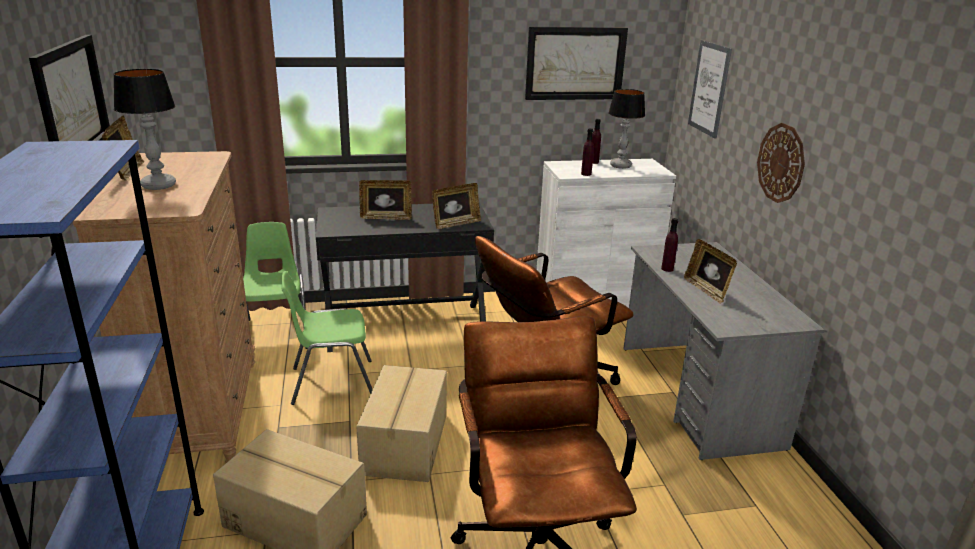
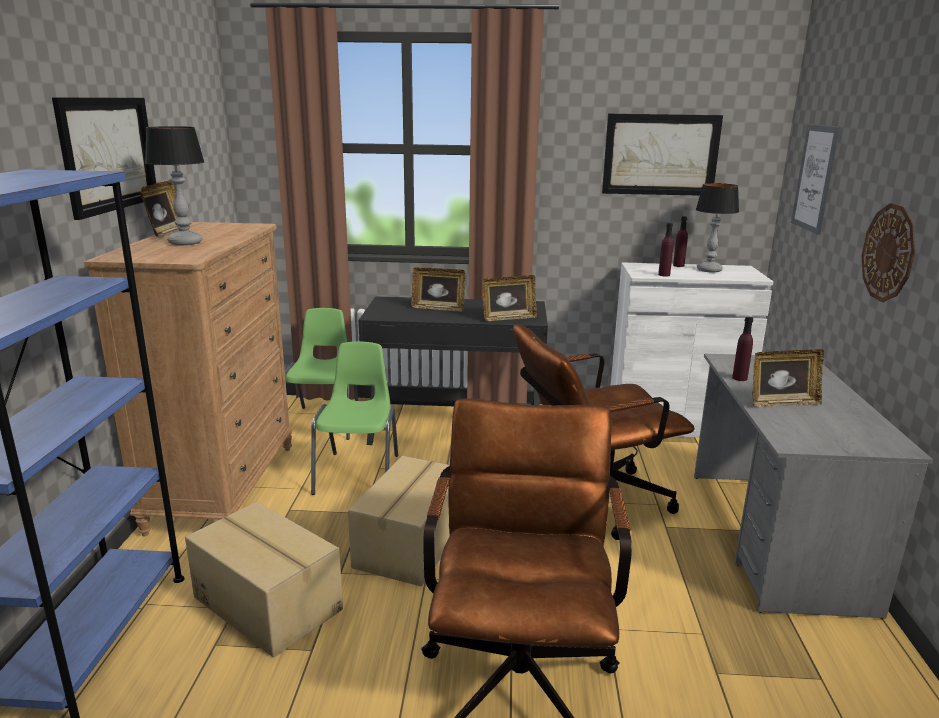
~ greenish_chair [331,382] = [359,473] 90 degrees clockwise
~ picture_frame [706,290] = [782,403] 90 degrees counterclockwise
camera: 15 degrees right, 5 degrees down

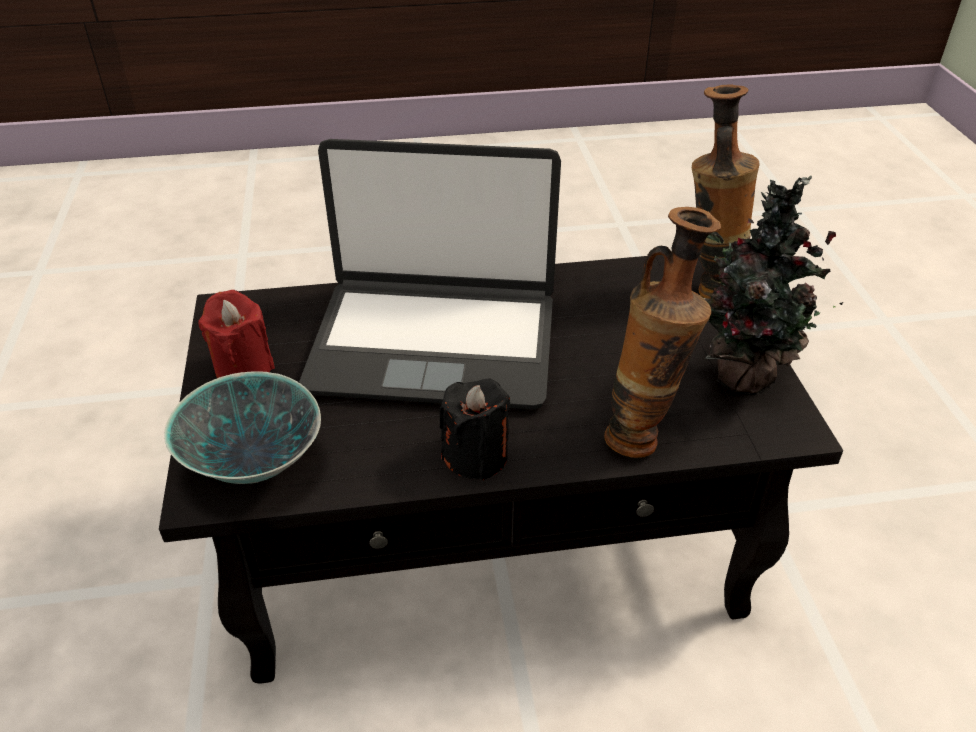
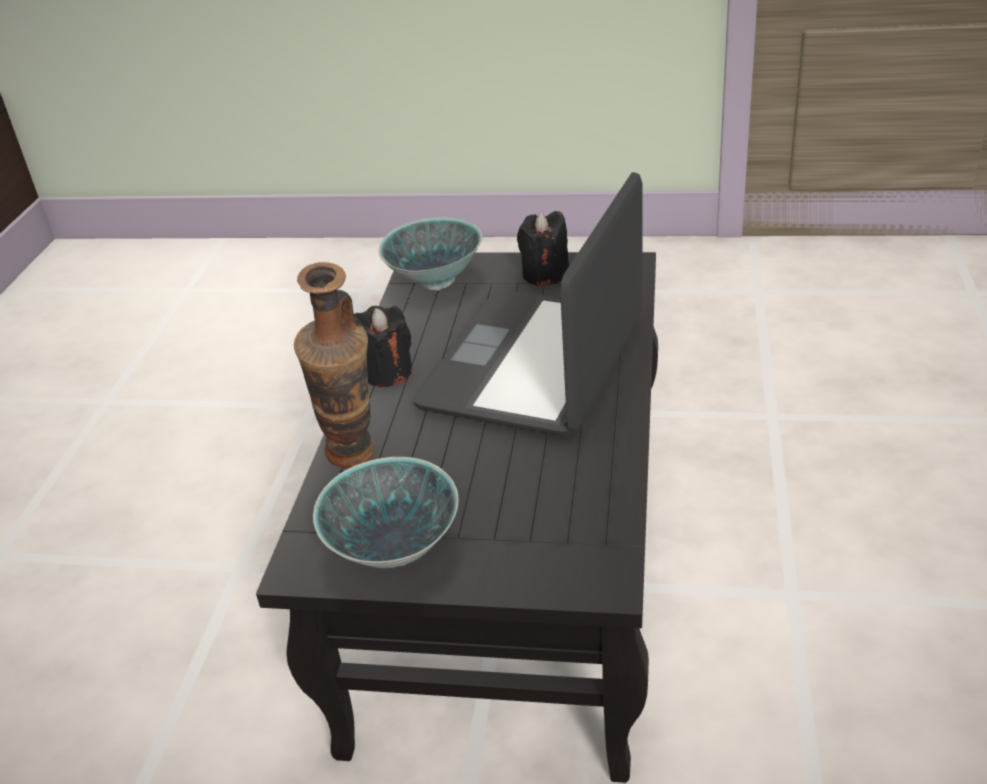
~ reddish_candle [243,367] to black-coloured_candle [545,274]
- flower_vase [706,287]
~ potted_plant [737,376] to deep_dish [394,550]
camera: 110 degrees right, 5 degrees down

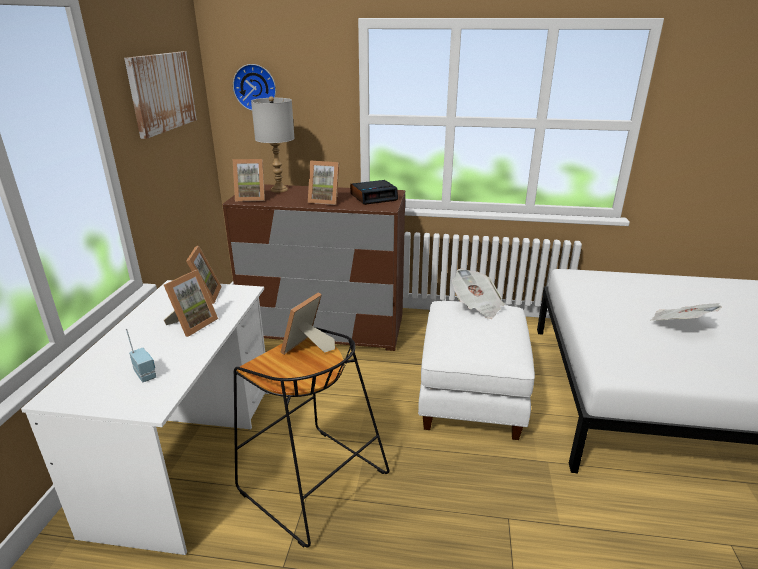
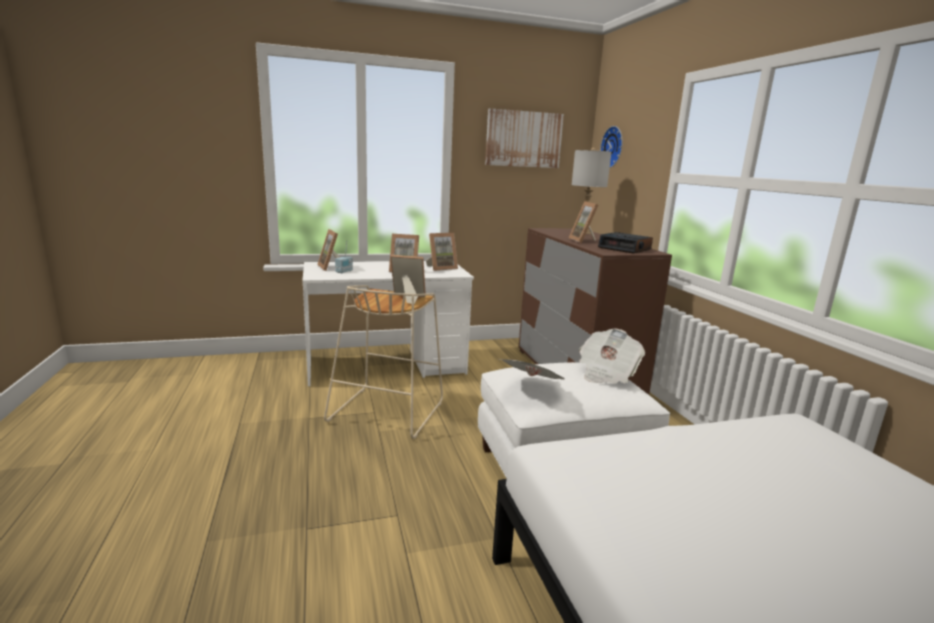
~ picture_frame [251,198] to [331,267]
~ black-coloured_sitting_stool [310,482] to sand-coloured_sitting_stool [386,410]
~ newspaper [679,325] to [532,387]
camera: 65 degrees right, 10 degrees down

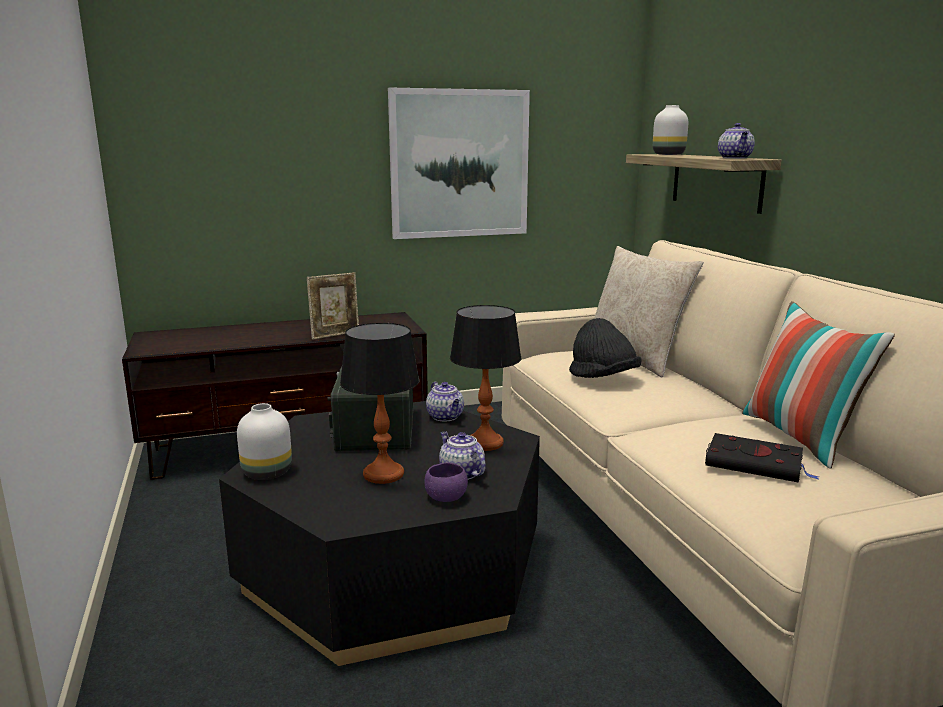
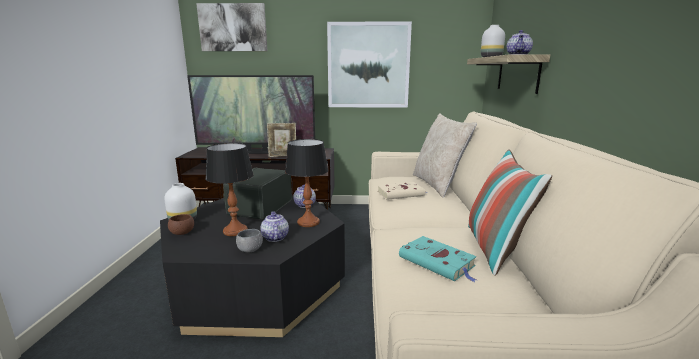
~ purplish_deep_dish [446,498] to gray_deep_dish [250,250]
~ black-coloured_wearable_hat [603,378] to sand-coloured_book [401,193]
~ black-coloured_book [756,464] to turquoise-coloured_book [438,262]
+ brownish_deep_dish [182,233]
+ television [257,152]
+ wall_picture [233,28]
camera: 20 degrees right, 0 degrees up

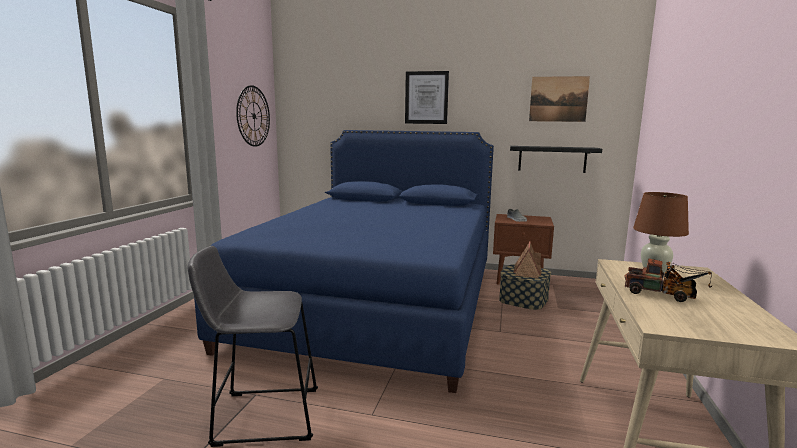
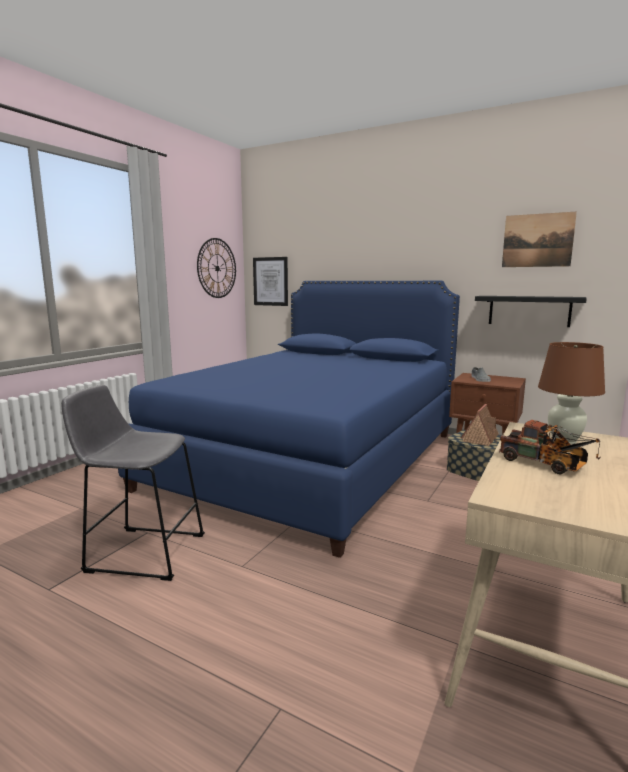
~ wall_picture [426,97] to [270,281]
camera: 15 degrees right, 0 degrees up

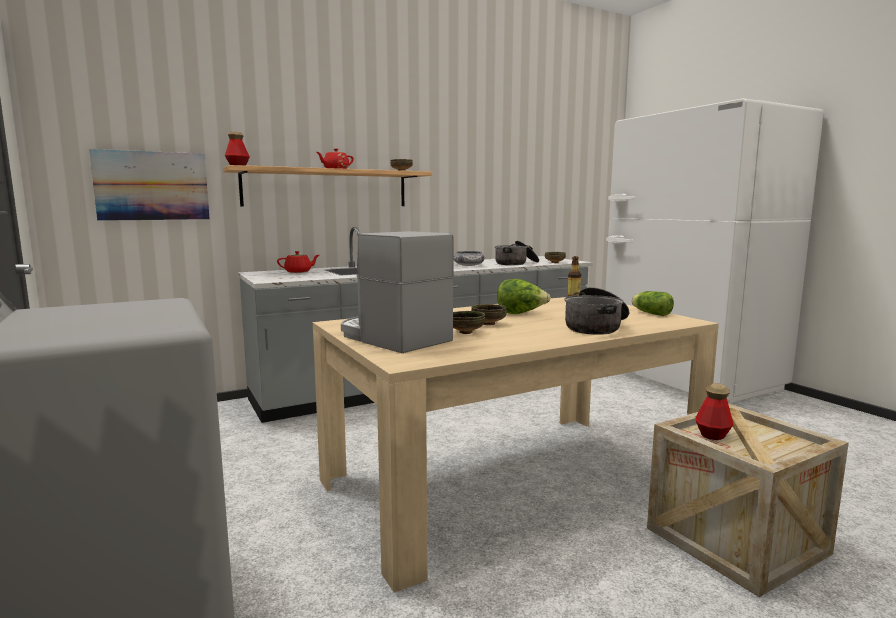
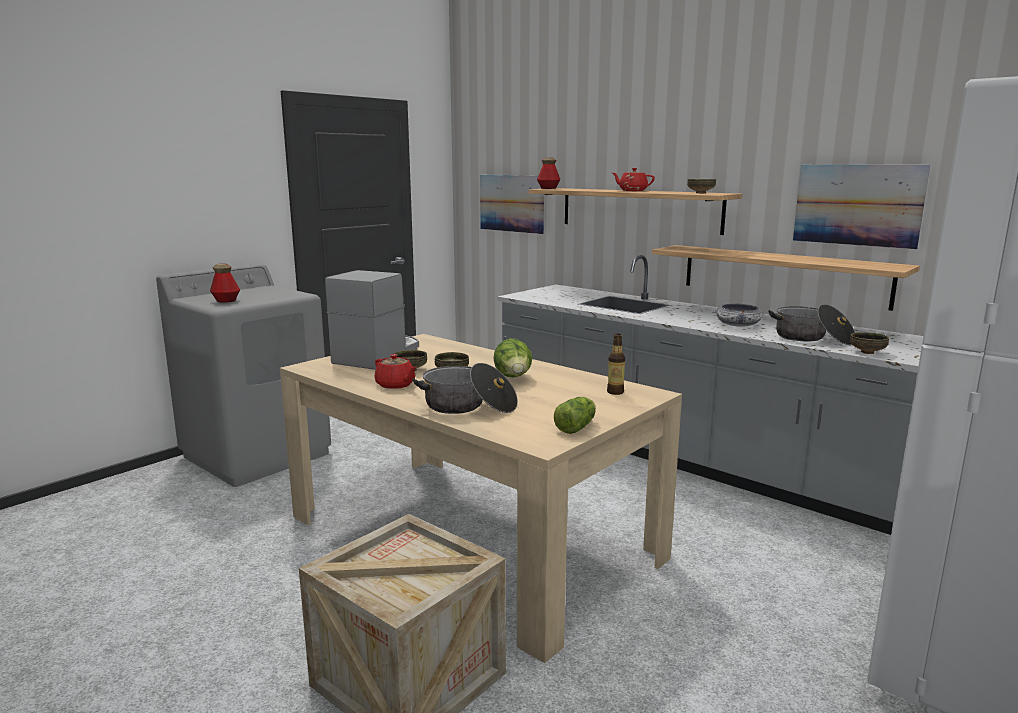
~ reddish_tea_pot [299,272] to [396,385]
~ drink_bottle [712,435] to [226,301]
+ wall_shelf [782,275]
+ wall_picture [857,205]
camera: 70 degrees right, 5 degrees up

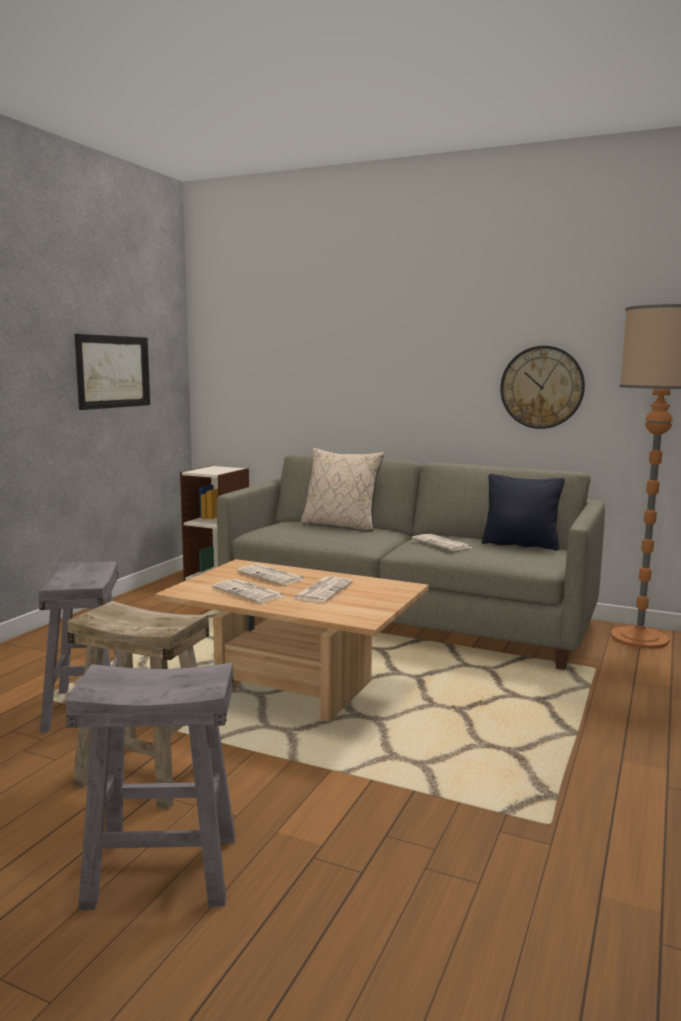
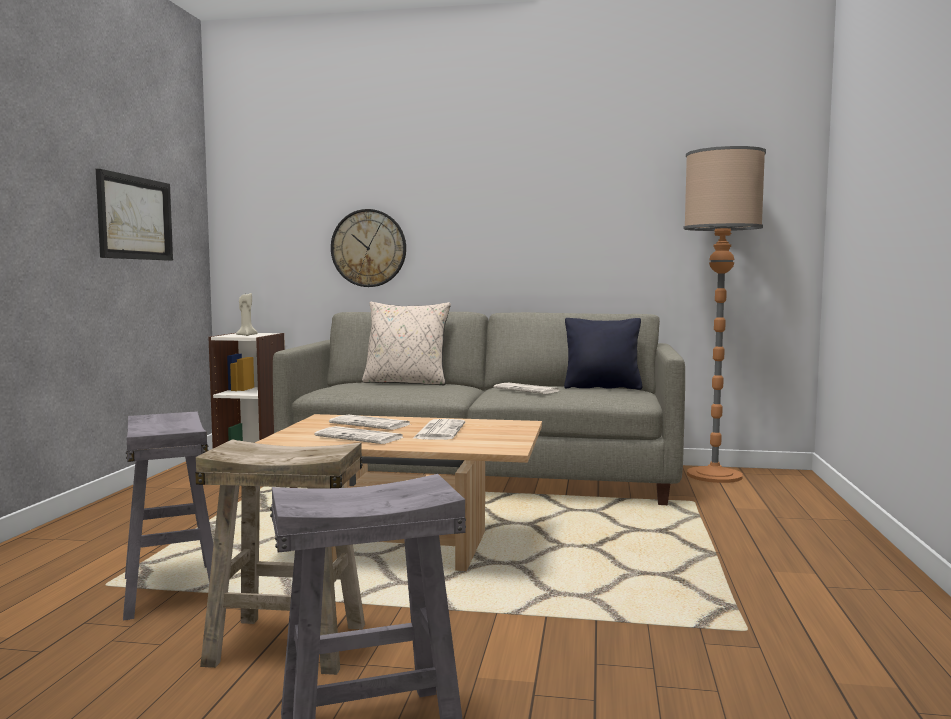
~ hanging_clock [542,387] to [368,248]
+ sand-coloured_candle [246,335]
camera: 15 degrees left, 5 degrees down

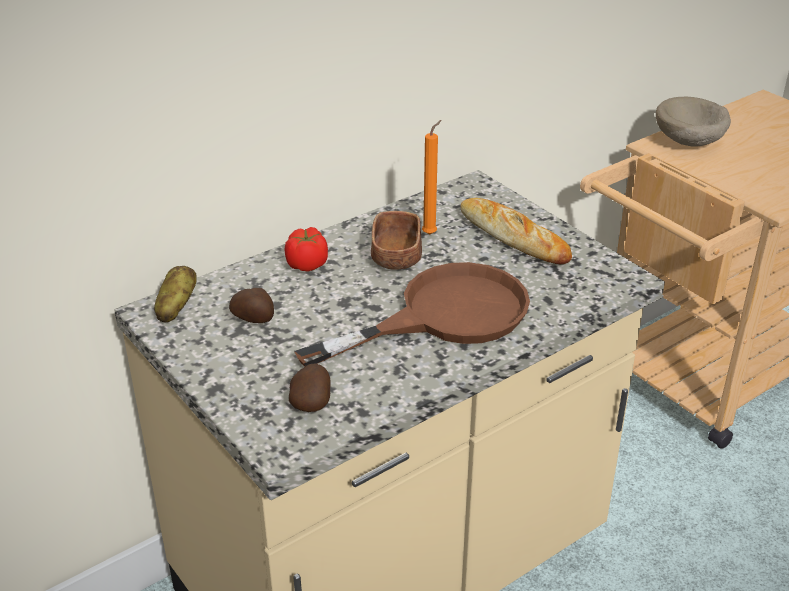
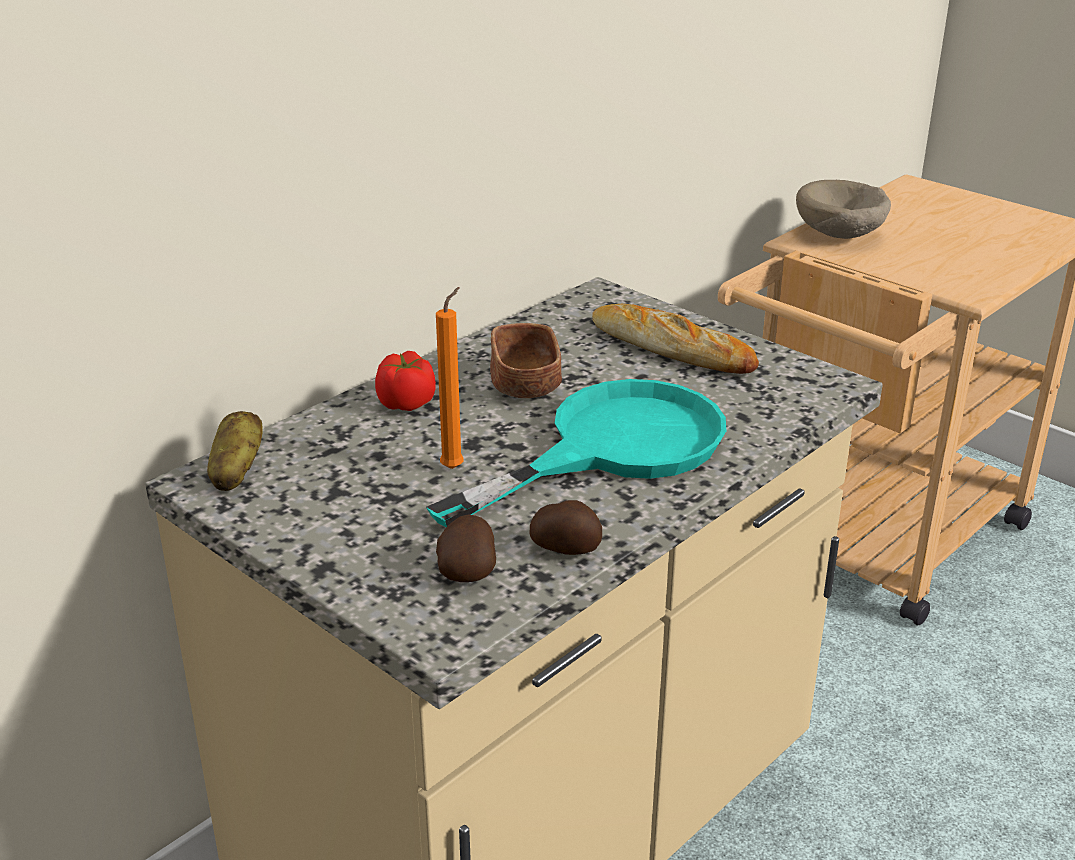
~ whole_potato [254,319] to [566,549]
~ brownish_skillet [443,316] to turquoise-coloured_skillet [613,448]
~ orangey_candle [431,233] to [455,467]
camera: 10 degrees left, 5 degrees down

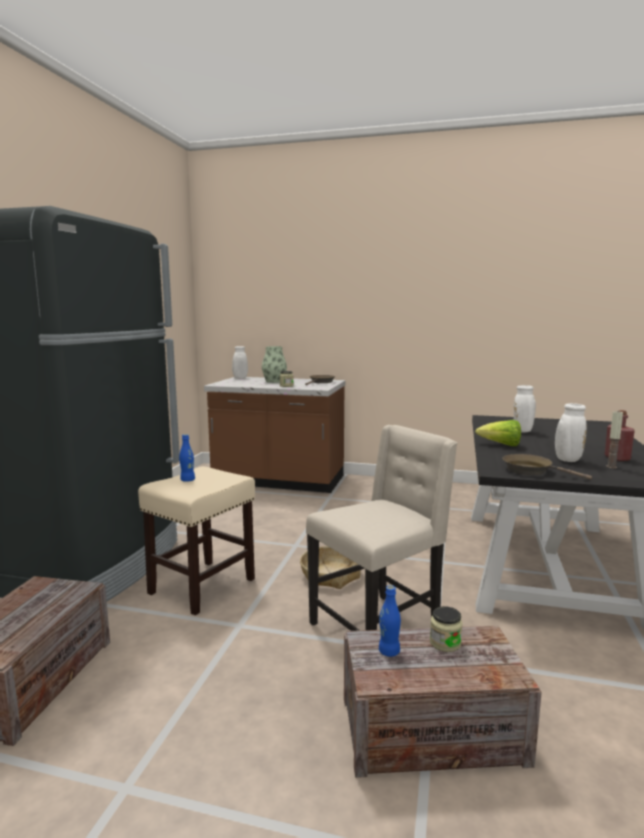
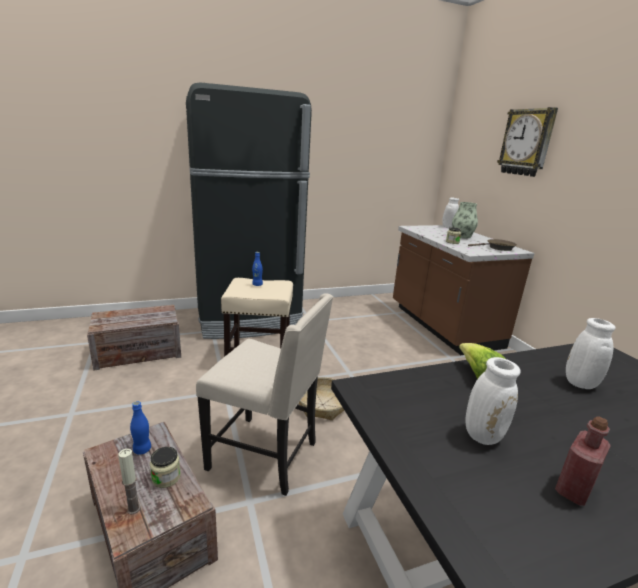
- brownish_skillet [531,470]
~ candle [611,467] to [134,508]
+ hanging_clock [526,142]
camera: 55 degrees right, 10 degrees up

